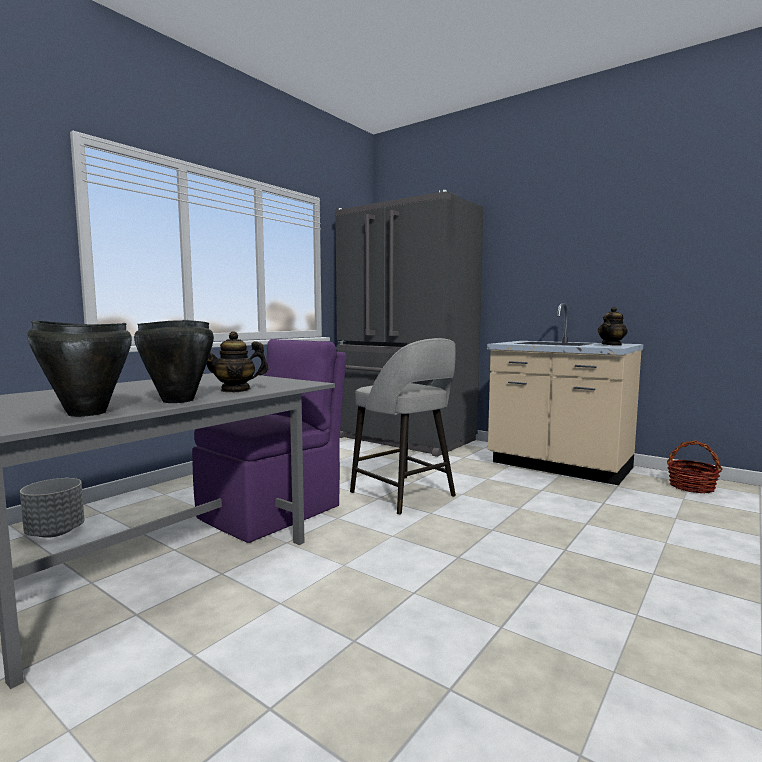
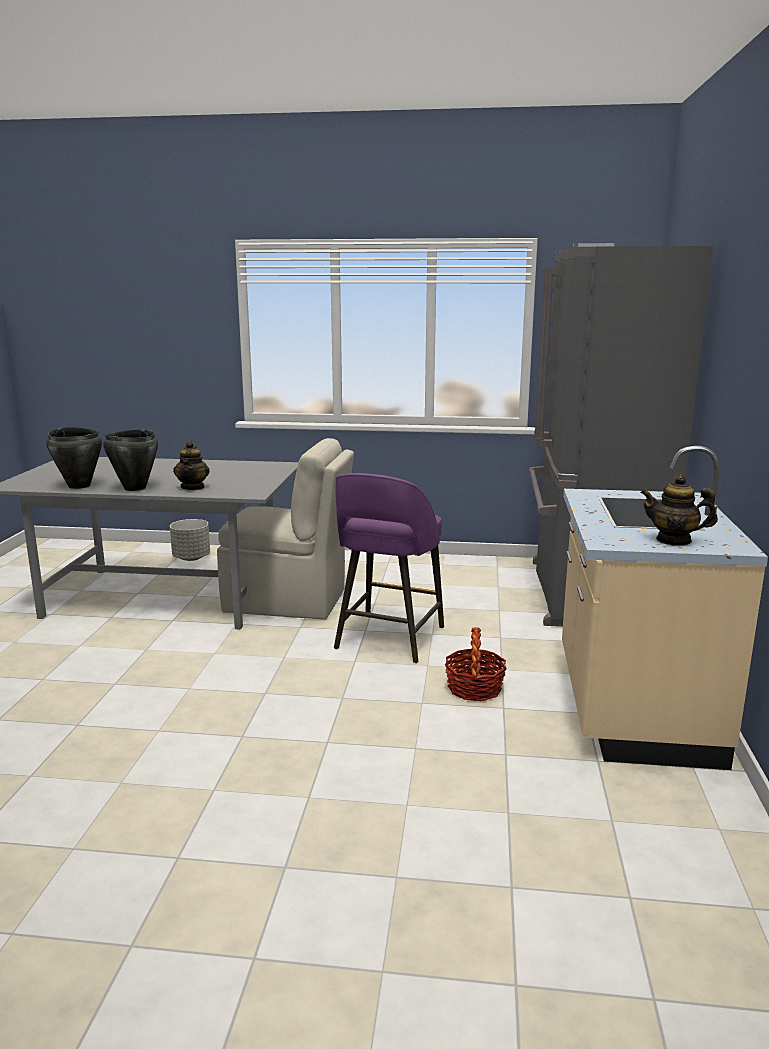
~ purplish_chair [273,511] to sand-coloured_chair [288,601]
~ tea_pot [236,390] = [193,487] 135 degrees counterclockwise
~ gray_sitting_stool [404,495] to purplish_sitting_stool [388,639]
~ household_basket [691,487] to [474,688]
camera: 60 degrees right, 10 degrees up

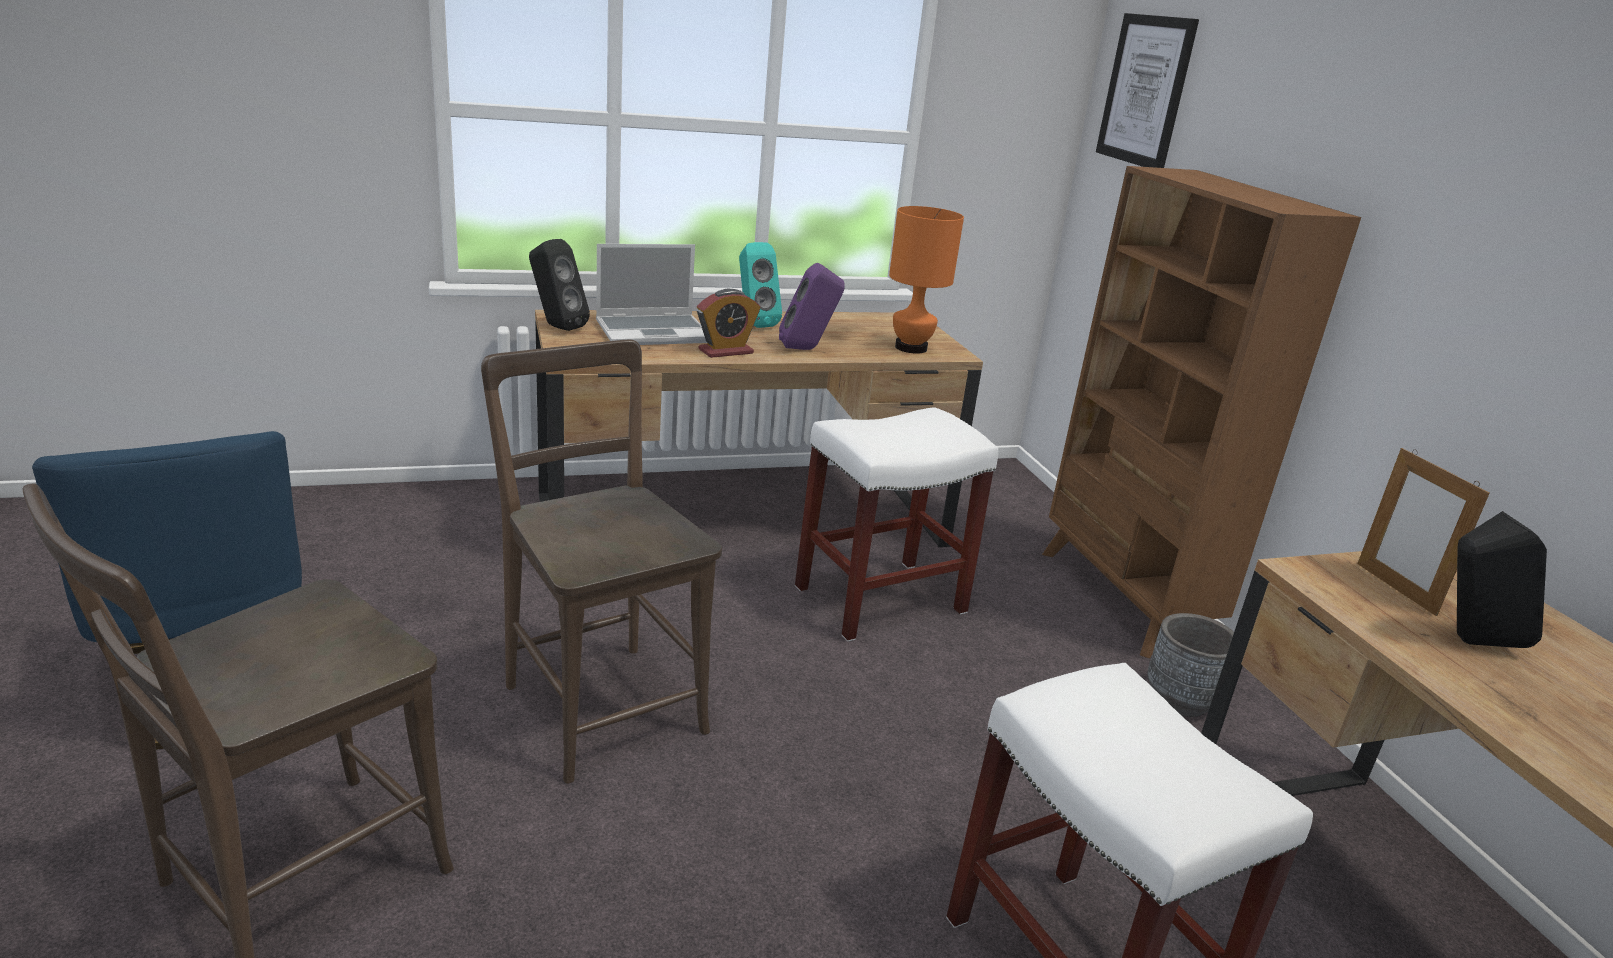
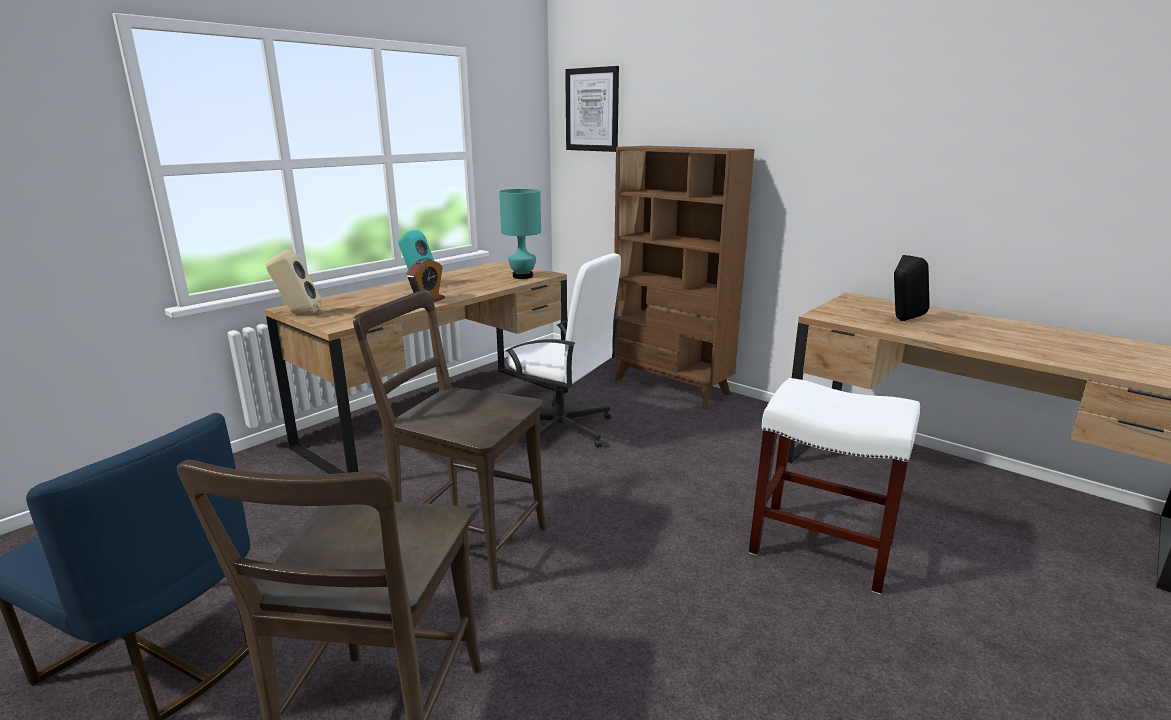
~ black-coloured_speaker [556,327] to sand-coloured_speaker [297,314]
- portable_computer [654,332]
- purplish_speaker [807,349]
~ whitish_sitting_stool [879,600] to whitish_computer_chair [561,429]
~ orangey_tabletop_lamp [911,348] to turquoise-coloured_tabletop_lamp [523,276]
- gray_flower_pot [1180,700]
- picture_frame [1395,588]
camera: 30 degrees left, 5 degrees down

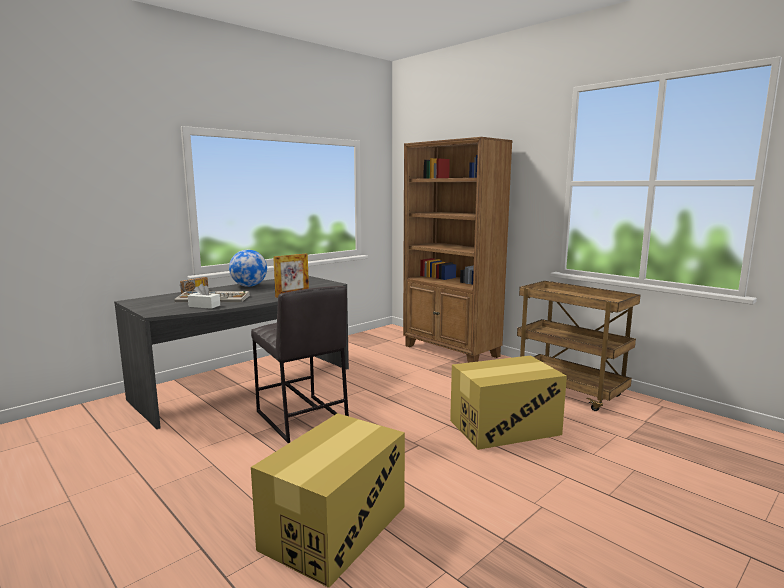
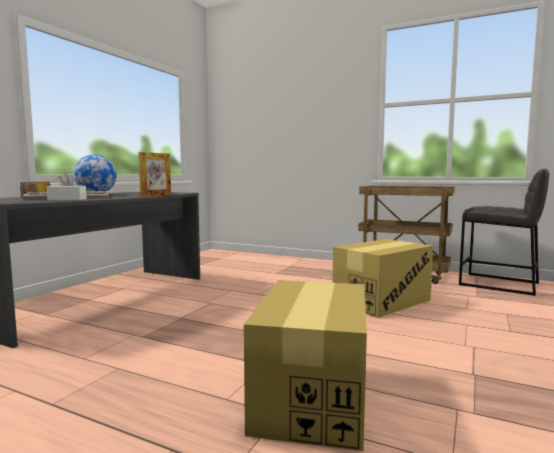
~ gray_sitting_stool [301,418] to [499,284]
- brownish_bookcase [451,351]
camera: 20 degrees left, 5 degrees down

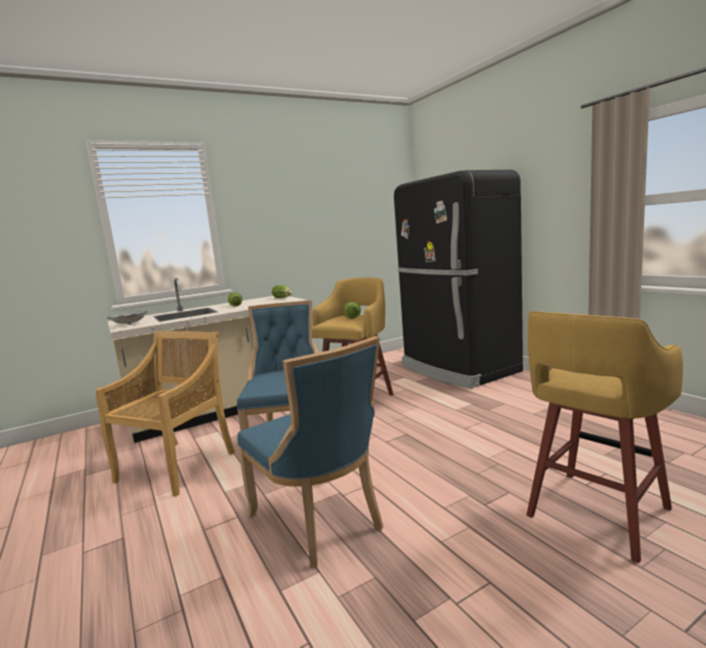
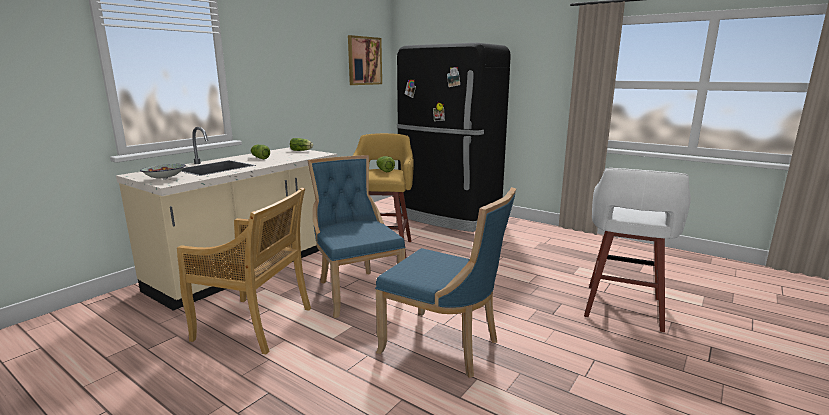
~ sand-coloured_chair [177,466] = [255,324] 105 degrees clockwise
~ yellow_sitting_stool [595,514] to whitish_sitting_stool [622,309]
+ wall_picture [364,61]
camera: 25 degrees left, 5 degrees up

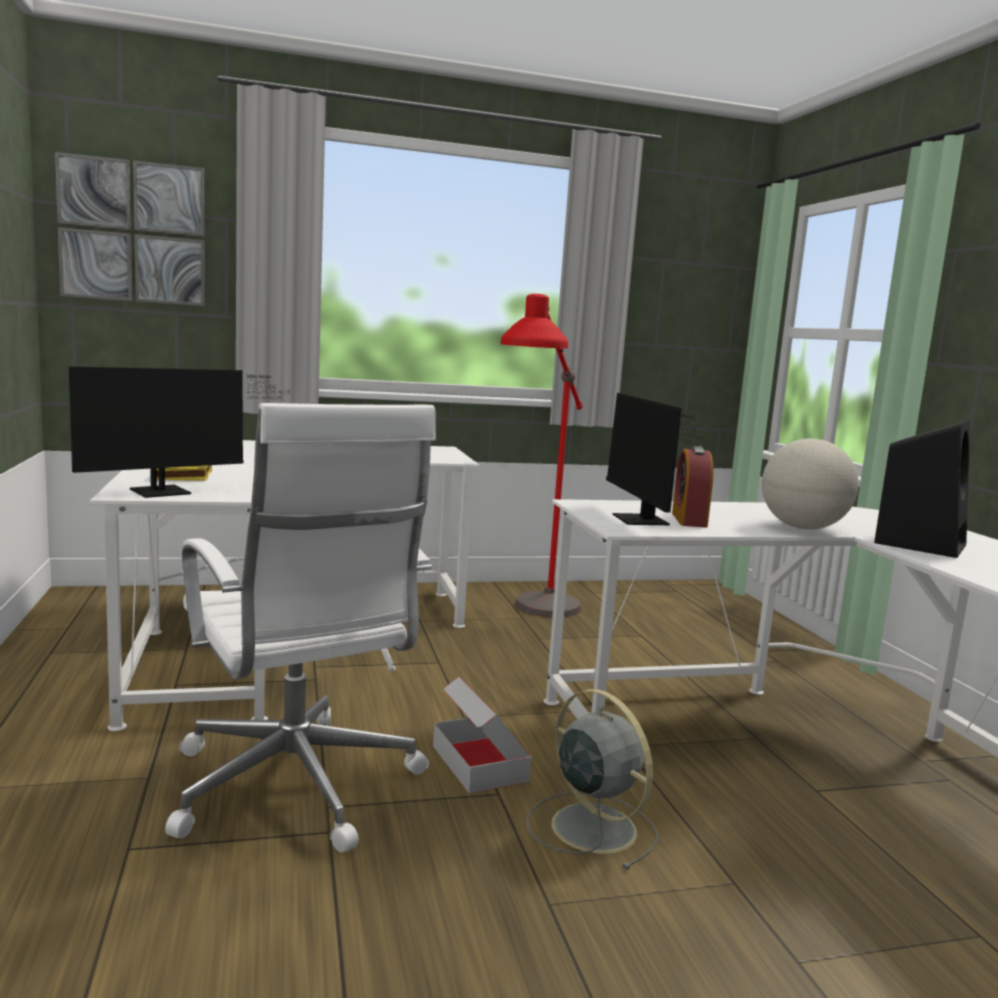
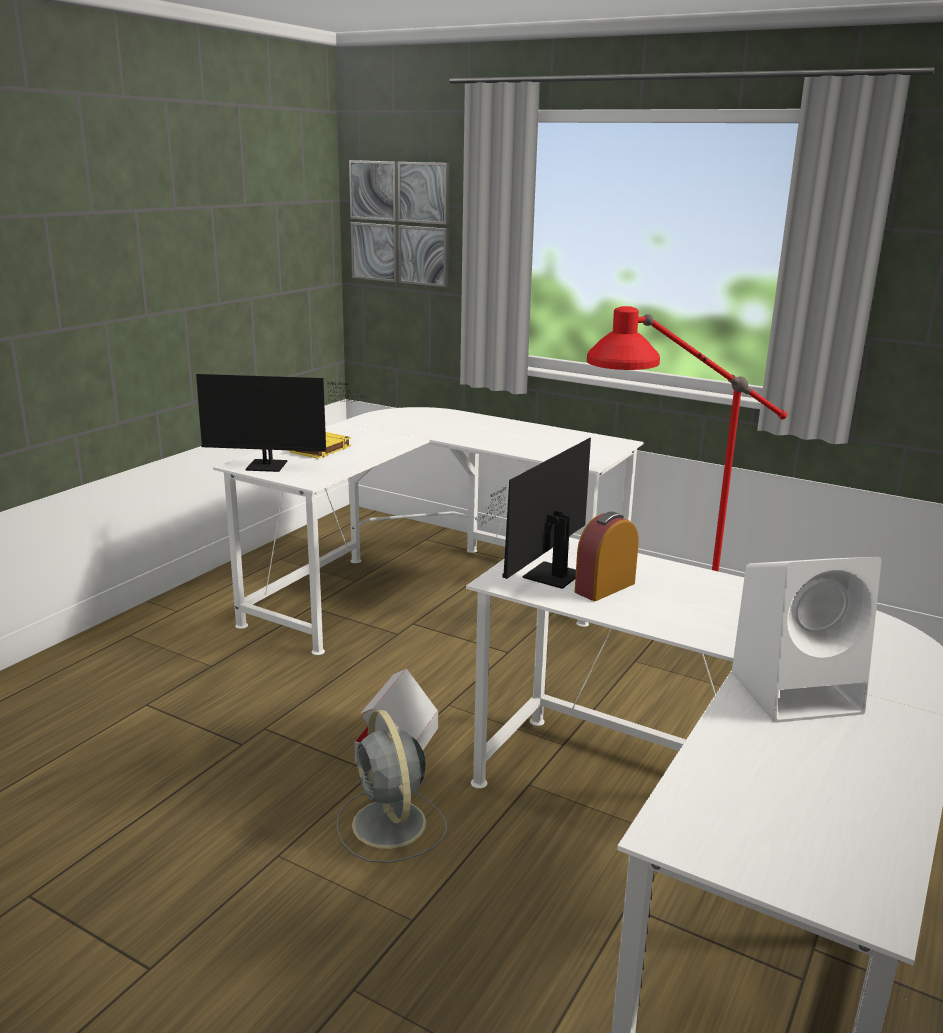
- whitish_computer_chair [296,787]
~ gray_electric_fan [591,826] = [390,826] 150 degrees clockwise
- world_globe [803,528]
~ black-coloured_speaker [920,543] to whitish_speaker [798,692]
camera: 45 degrees right, 10 degrees up

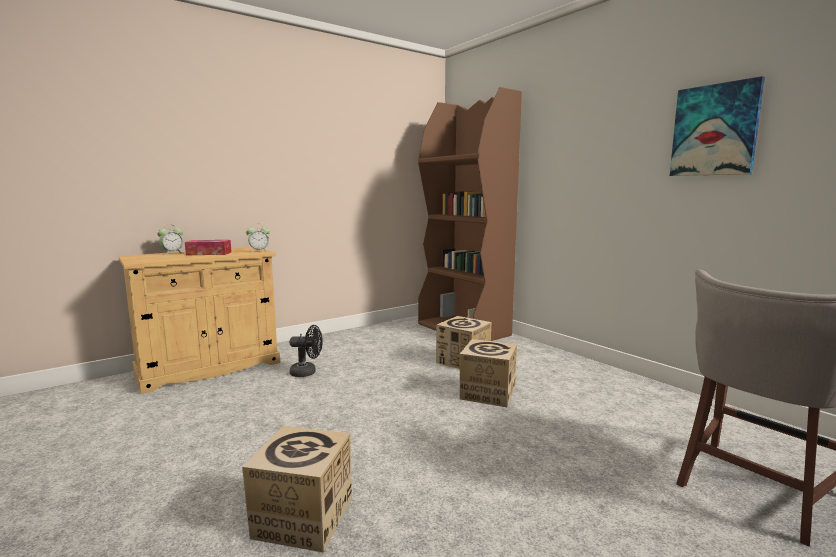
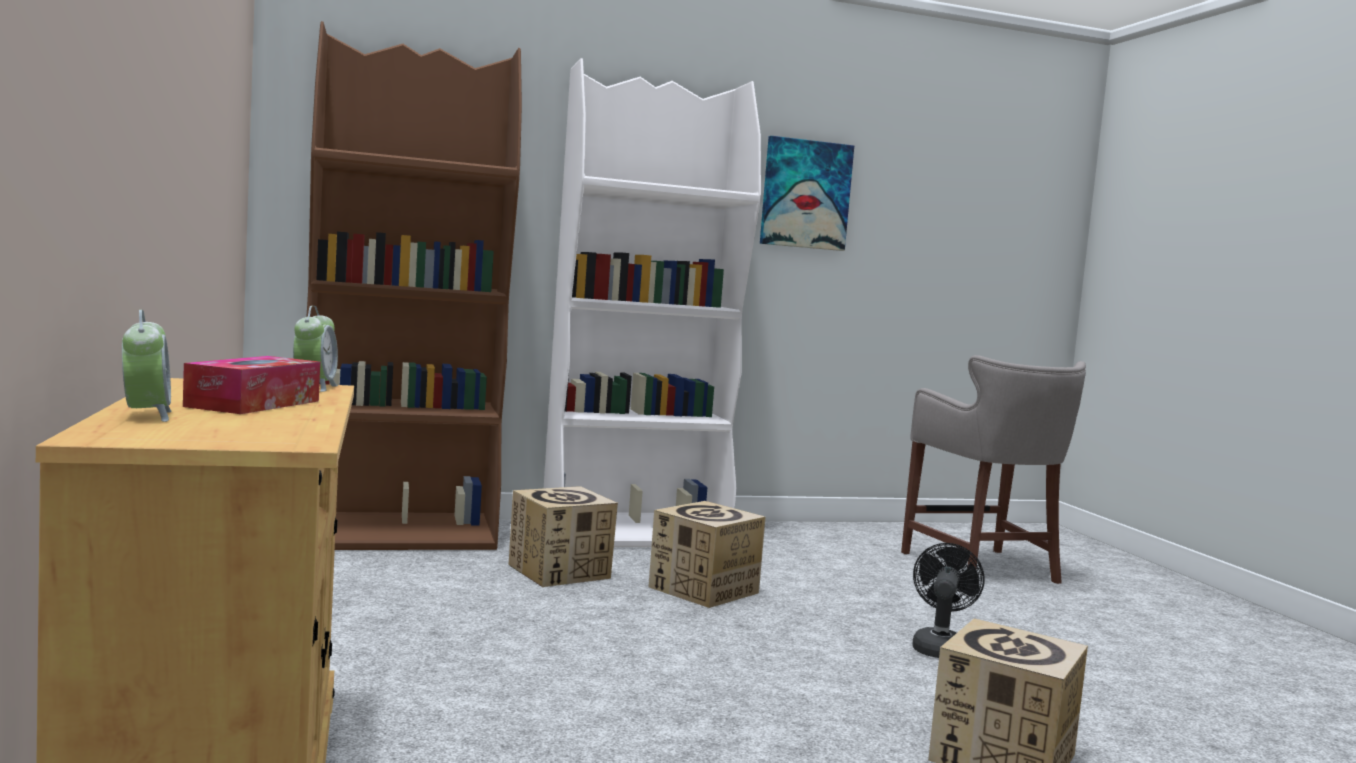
~ black-coloured_electric_fan [307,372] to [939,647]
+ whitish_bookcase [635,533]
camera: 70 degrees left, 5 degrees down

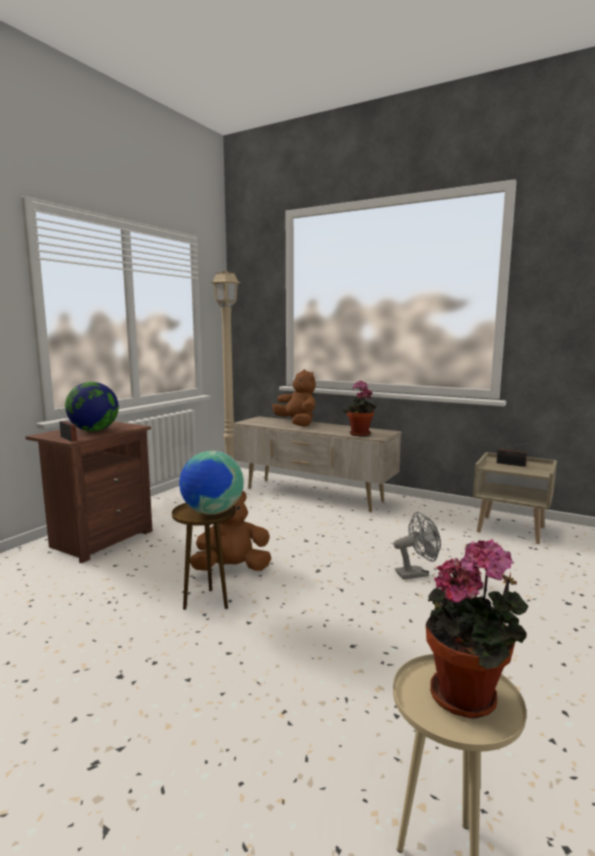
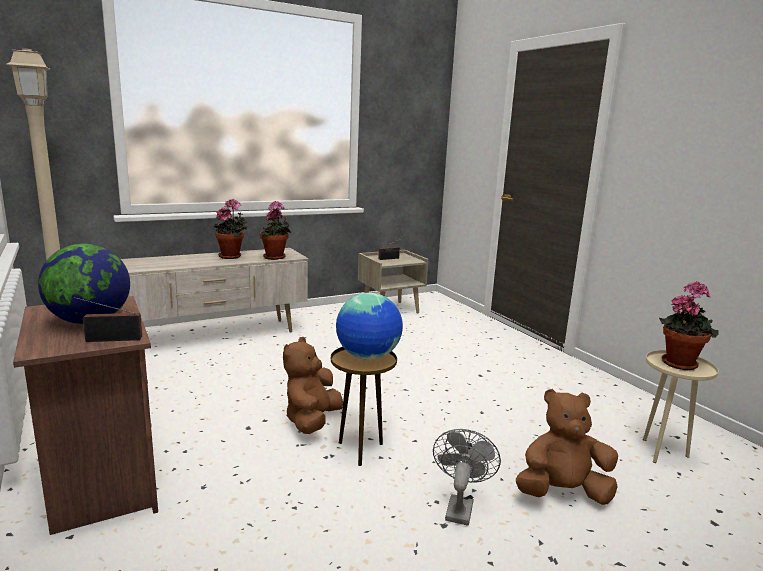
~ brownish_plush_toy [297,424] to [562,493]
~ gray_electric_fan [416,573] to [459,506]
+ potted_plant [232,256]
camera: 60 degrees left, 5 degrees up

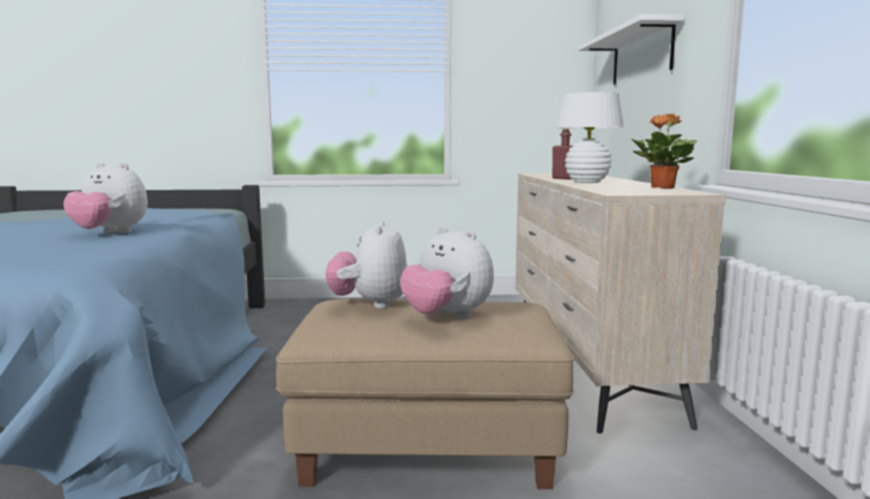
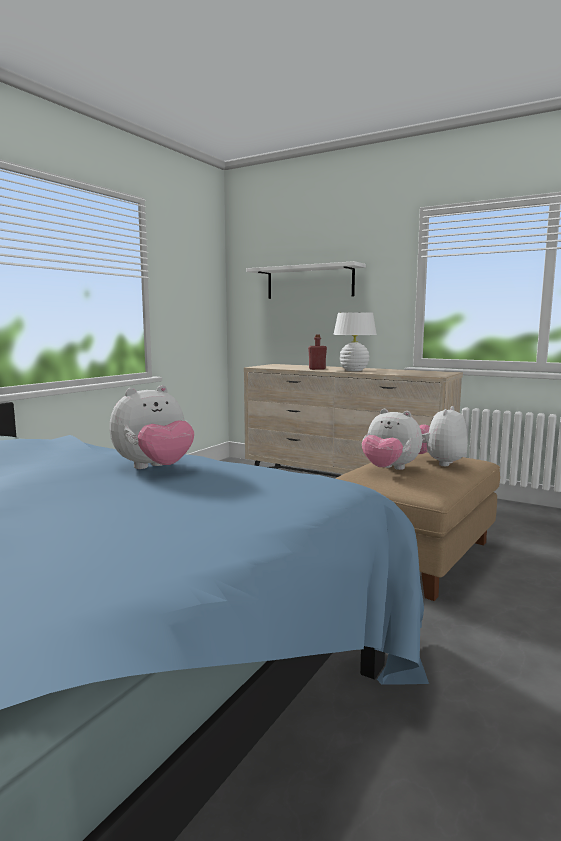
~ plush_toy [447,317] = [437,462] 135 degrees clockwise
- potted_plant [662,188]
camera: 55 degrees left, 0 degrees up

